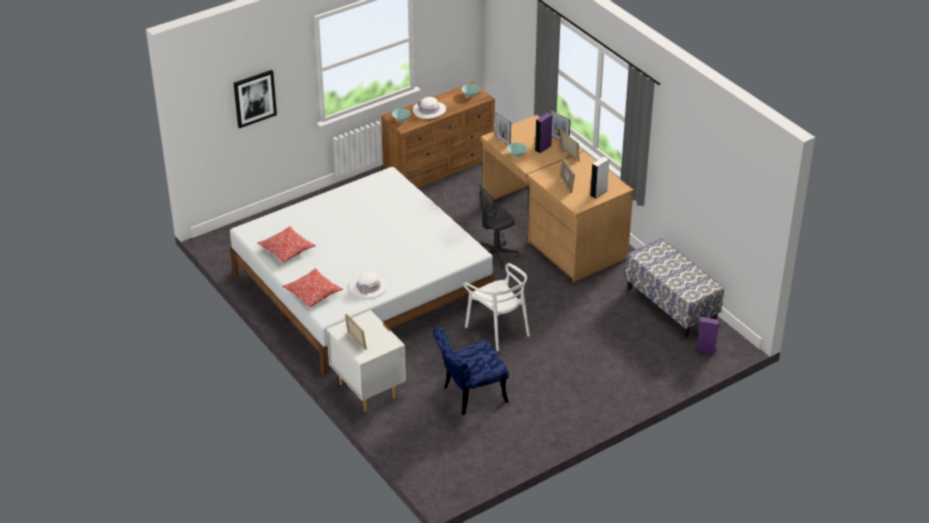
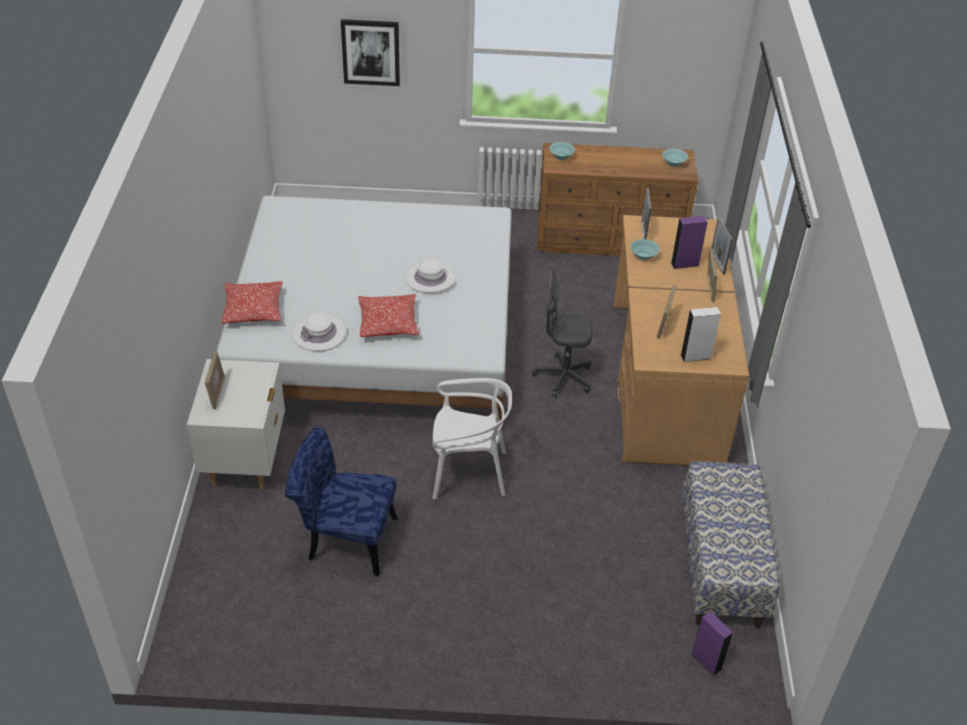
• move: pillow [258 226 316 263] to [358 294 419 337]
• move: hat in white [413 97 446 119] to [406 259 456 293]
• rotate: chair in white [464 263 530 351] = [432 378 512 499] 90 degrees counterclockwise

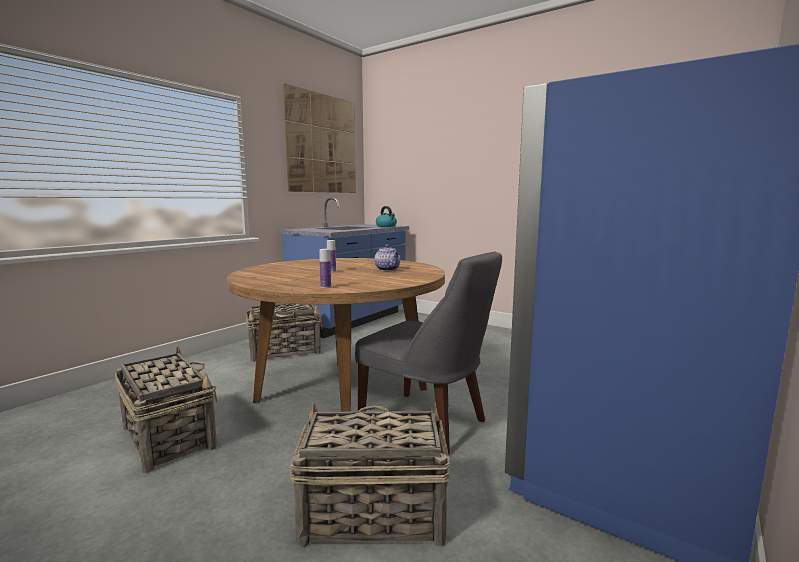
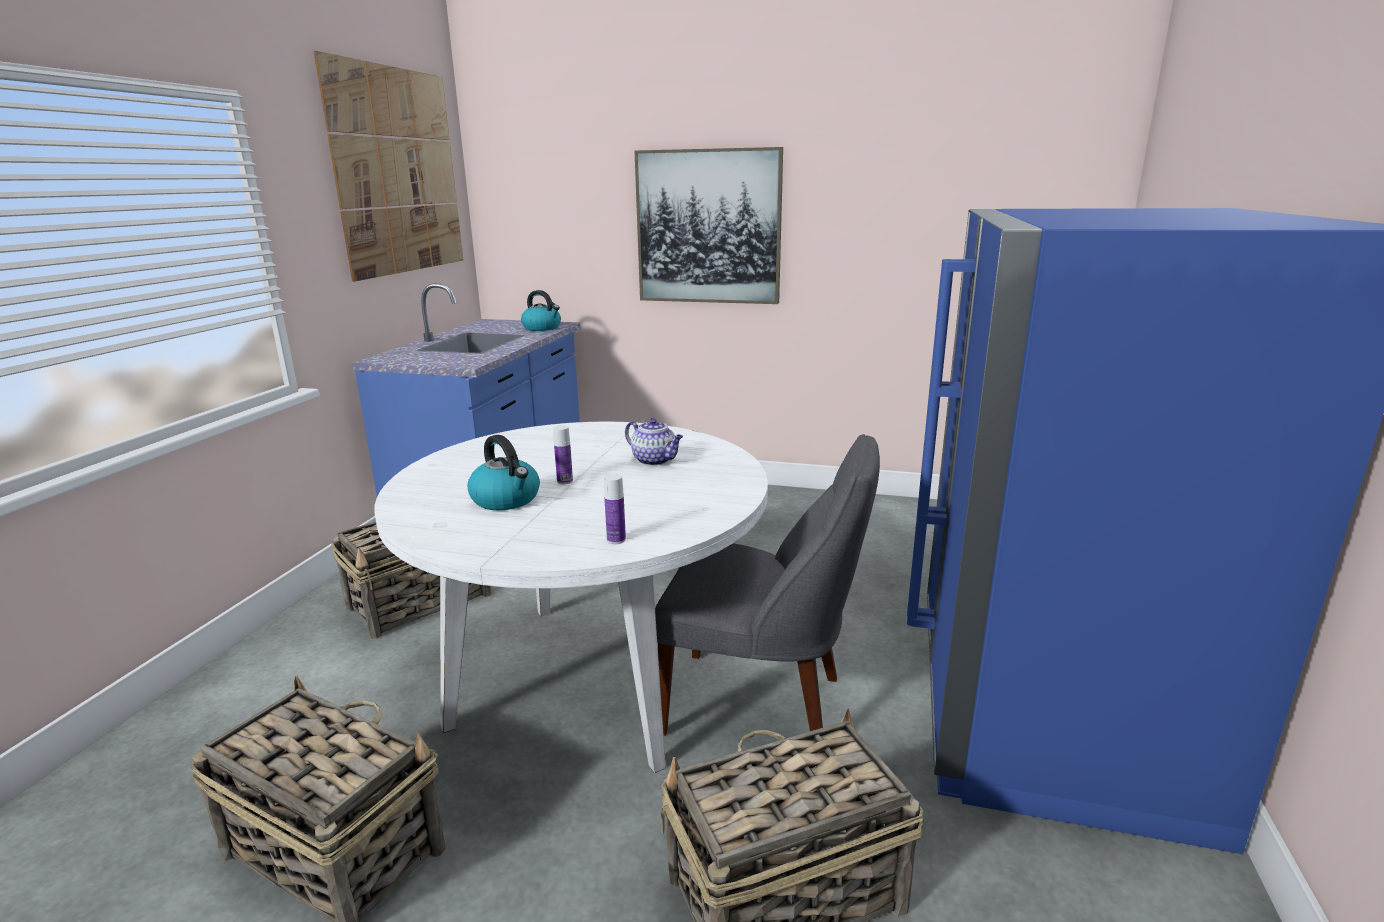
• recolor: dining table in brown [227 258 445 412] to dining table in white [375 422 768 773]
• insert: kettle [467 435 540 510]
• insert: picture [635 147 783 304]

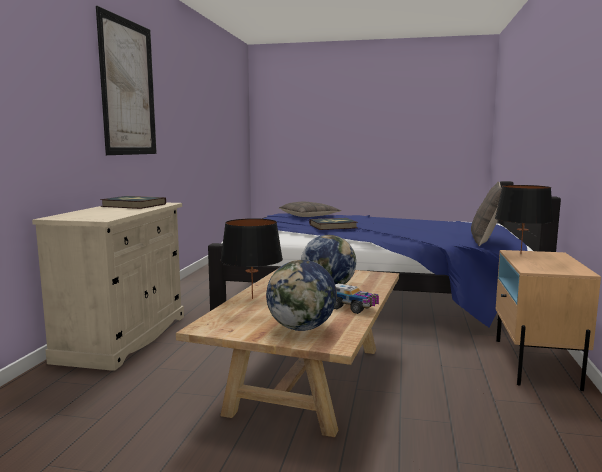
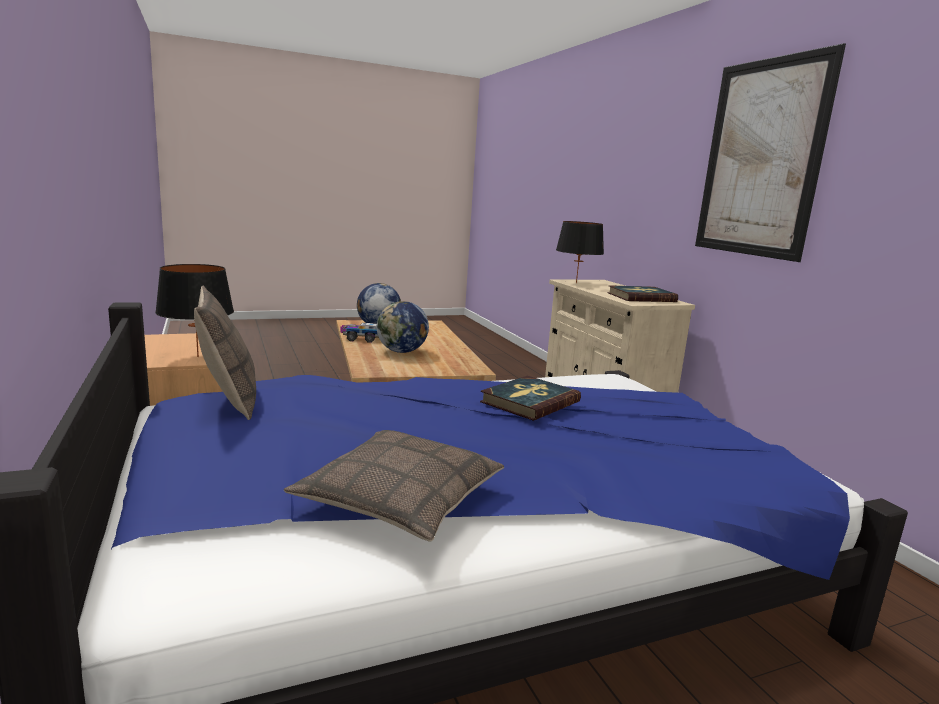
• move: table lamp in black [220 218 283 299] to [556 221 604 283]
• move: pillow [279 202 341 217] to [283 430 504 541]

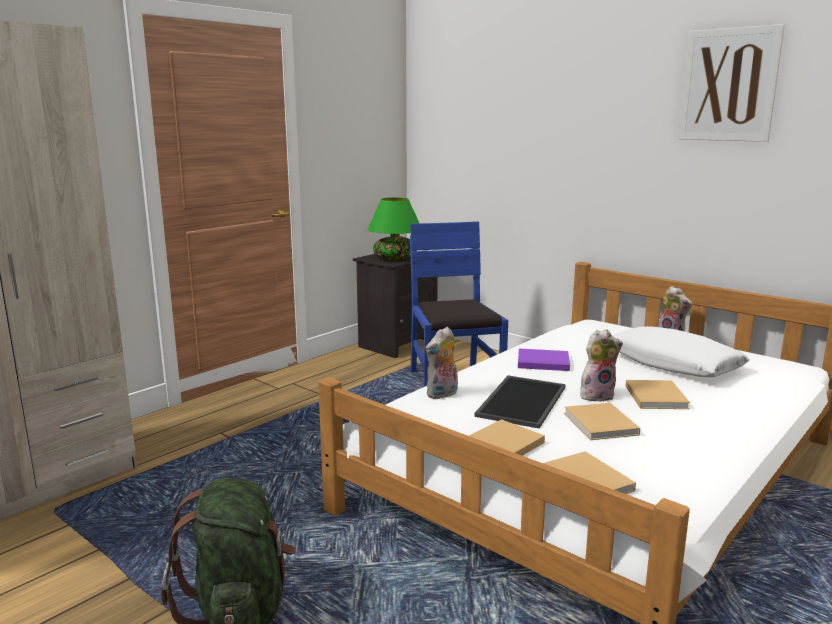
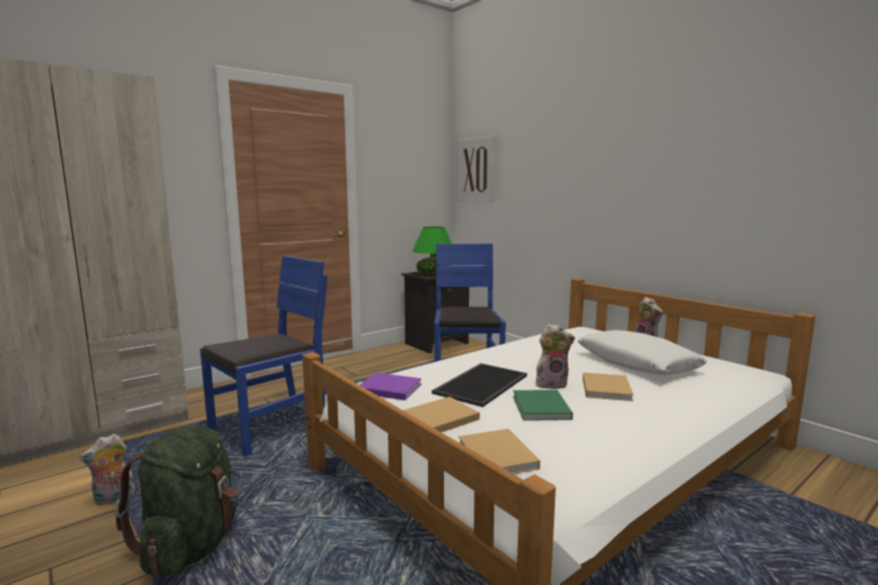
• move: plush toy [425 327 458 399] to [79 434 136 506]
• move: book in purple [518 349 570 371] to [360 373 422 400]
• recolor: book in beige [564 403 640 440] to book in green [513 390 573 421]
• move: picture [678 24 785 142] to [458 135 495 202]
• insert: chair in blue [200 255 327 457]

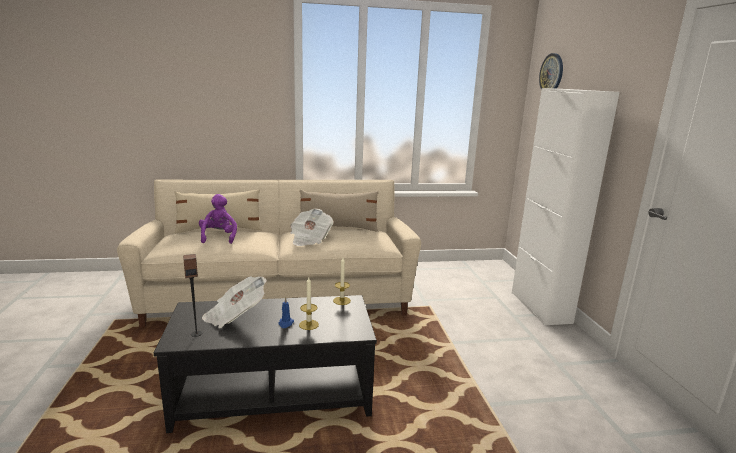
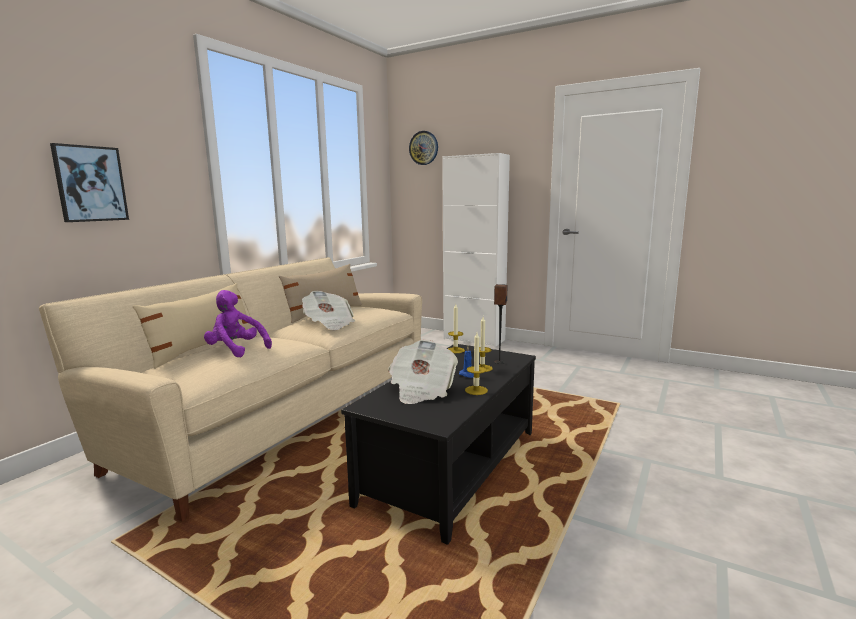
• move: speaker [183 254 202 337] to [494 284 508 364]
• insert: picture [50 143 129 222]
• insert: candle [465 333 488 395]

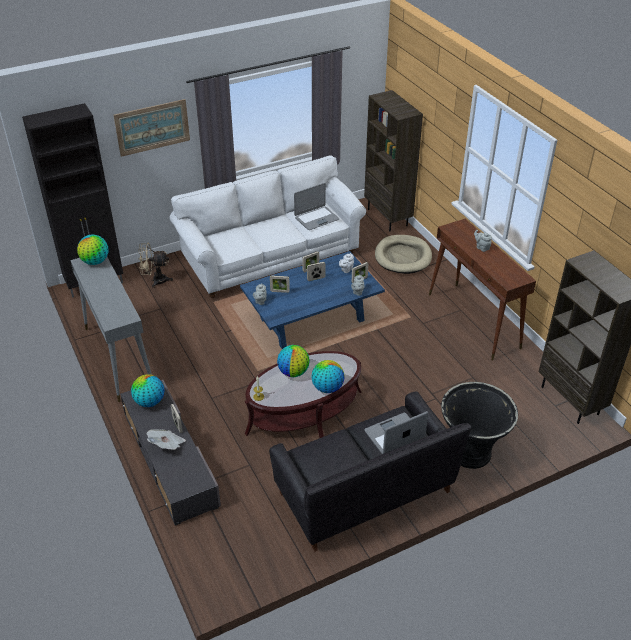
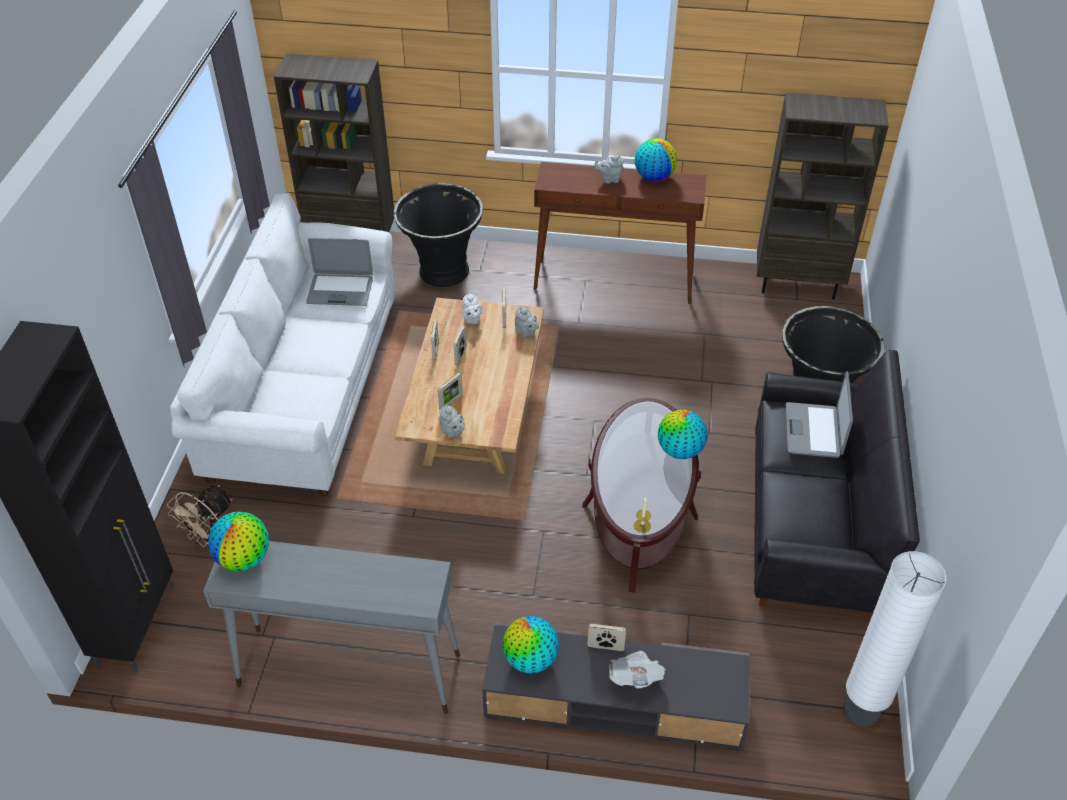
• delete: picture [113 99 190 157]
• recolor: coffee table in blue [240 251 385 349] to coffee table in beige [395 298 544 474]
• move: globe [277 345 310 377] to [635 138 677 182]
• rotate: laptop [294 183 339 230] = [306 238 373 306] 90 degrees clockwise
• replace: dog bed in beige [375 235 432 274] to planter in black [393 183 483 287]
• insert: floor lamp in white [844 551 947 727]

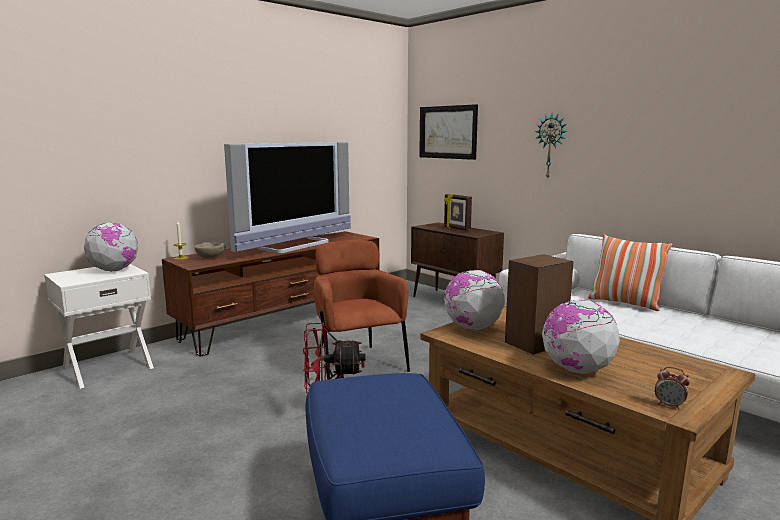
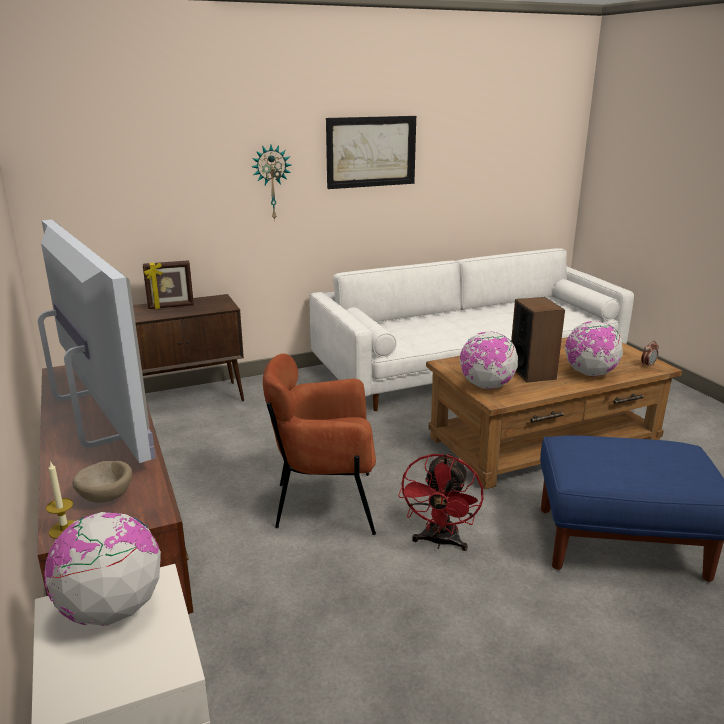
• move: picture [419 104 478 160] to [326 116 416 189]
• delete: pillow [588 234 673 311]

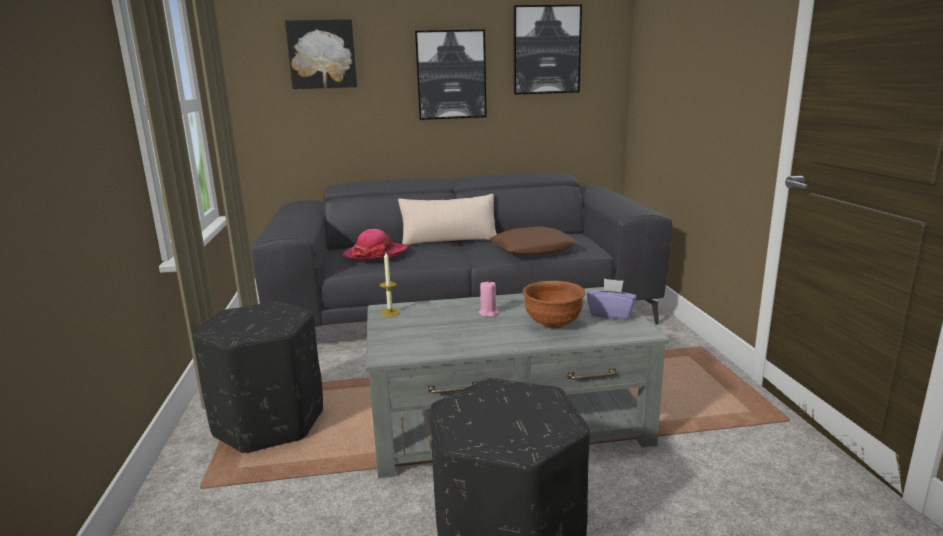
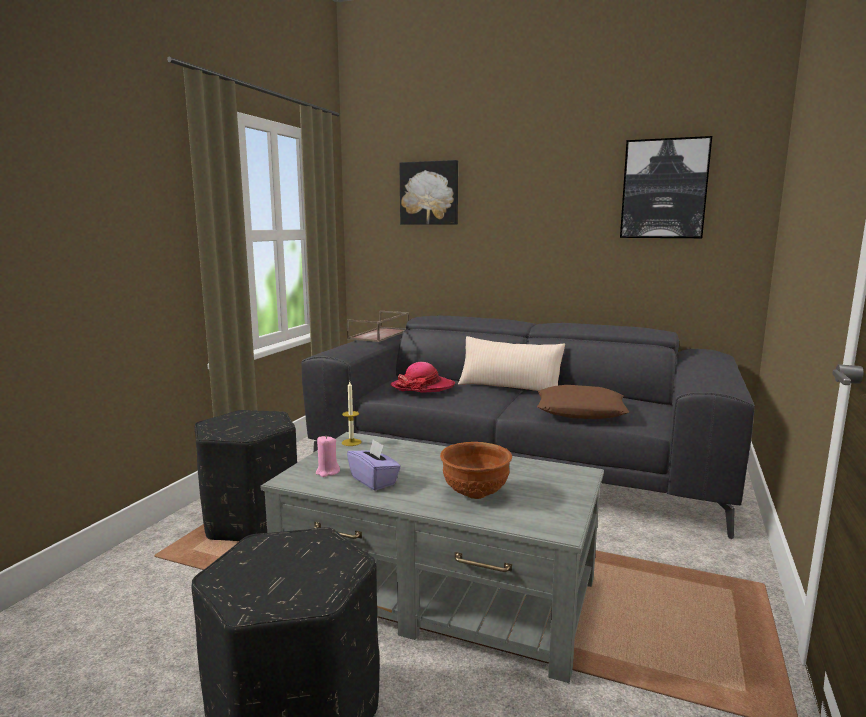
• delete: picture [415 30 487 120]
• move: candle in pink [479 280 499 317] to [316 435 340 477]
• move: tissue box in purple [587 279 637 320] to [347 439 401 491]
• insert: tray in brown [347 311 409 342]

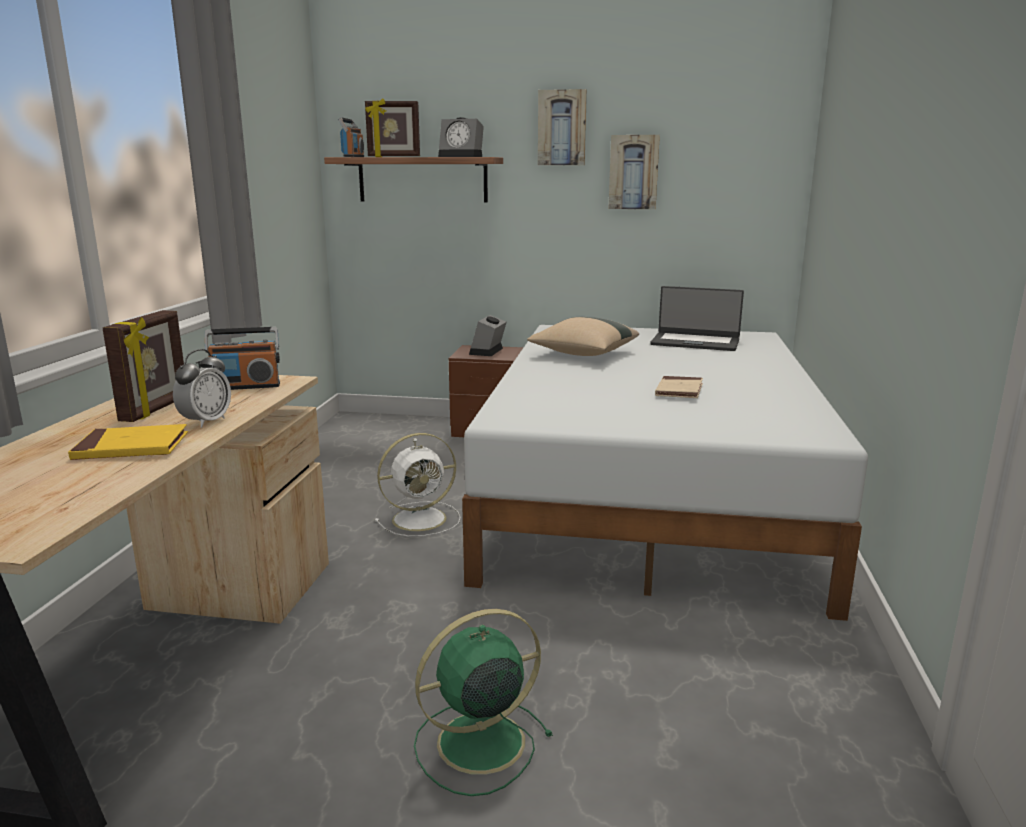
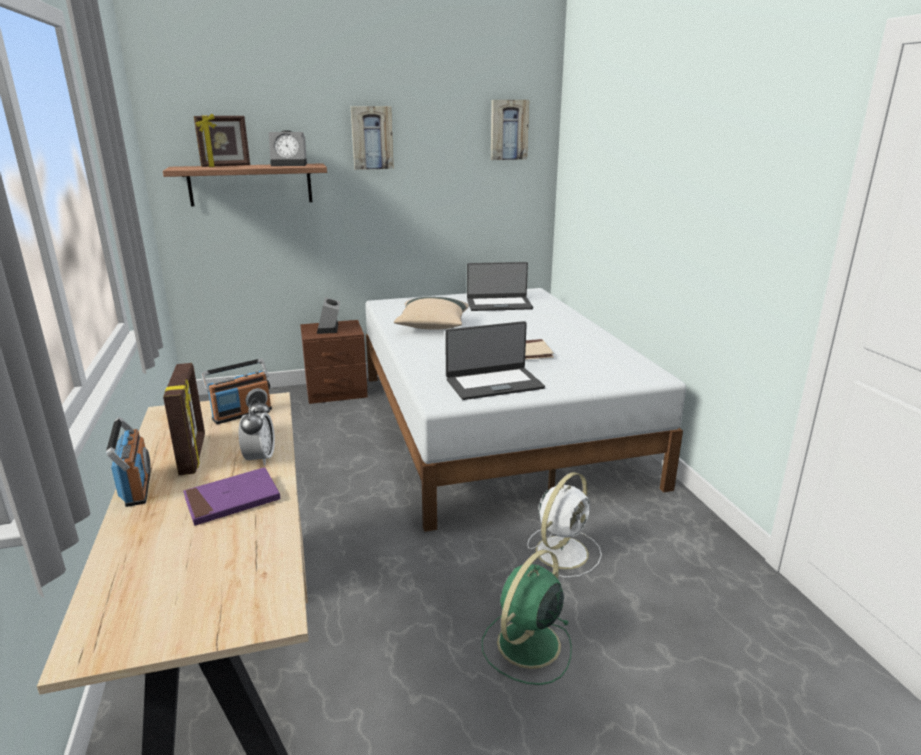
• recolor: book in yellow [68 424 188 460] to book in purple [183 467 281 526]
• move: radio [338 117 364 157] to [106 417 151 507]
• move: fan in white [375 433 461 537] to [527 472 602 578]
• move: picture [608 135 660 209] to [491 100 529 160]
• insert: laptop [445 321 545 400]

